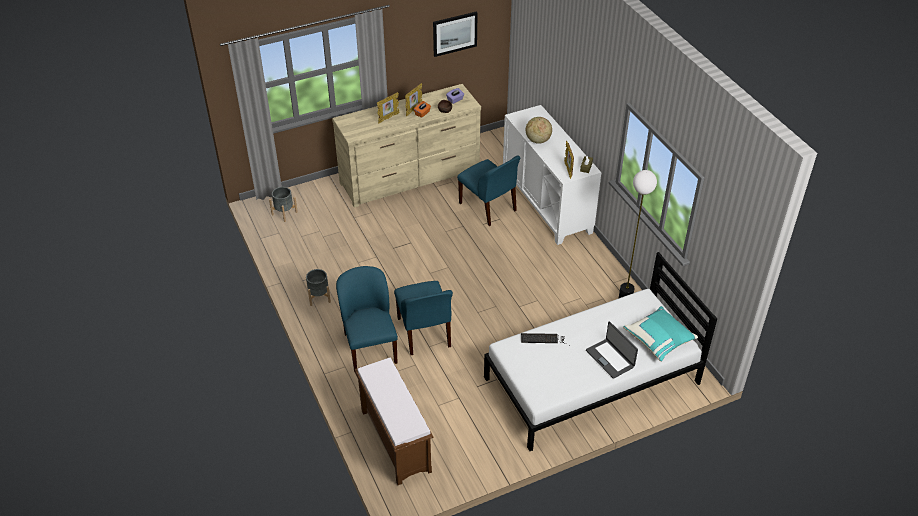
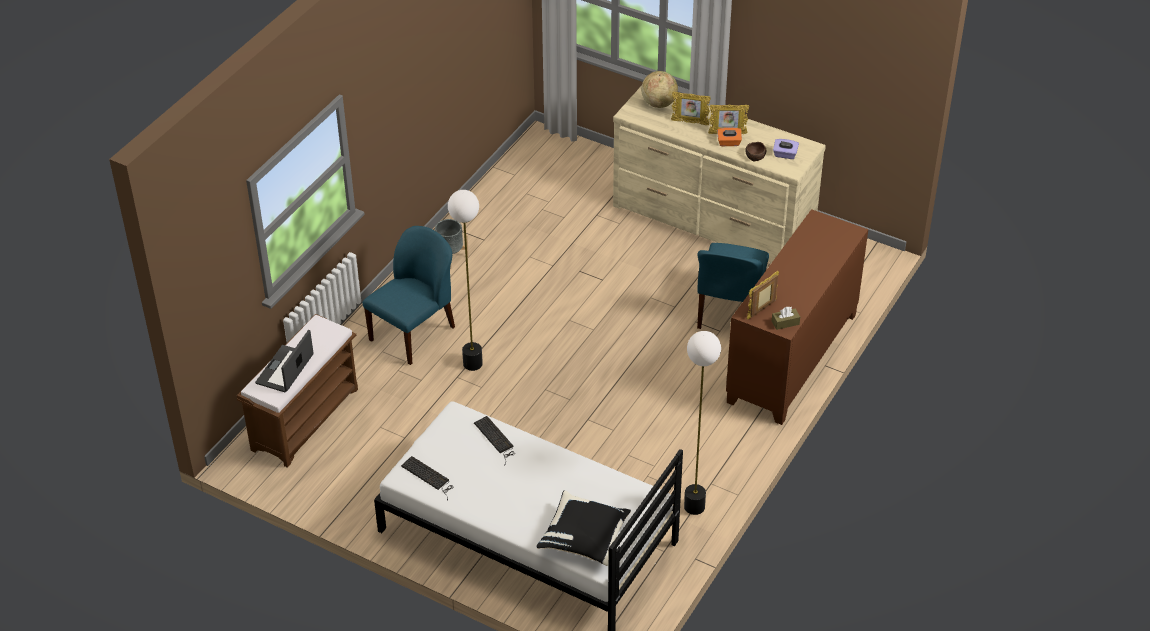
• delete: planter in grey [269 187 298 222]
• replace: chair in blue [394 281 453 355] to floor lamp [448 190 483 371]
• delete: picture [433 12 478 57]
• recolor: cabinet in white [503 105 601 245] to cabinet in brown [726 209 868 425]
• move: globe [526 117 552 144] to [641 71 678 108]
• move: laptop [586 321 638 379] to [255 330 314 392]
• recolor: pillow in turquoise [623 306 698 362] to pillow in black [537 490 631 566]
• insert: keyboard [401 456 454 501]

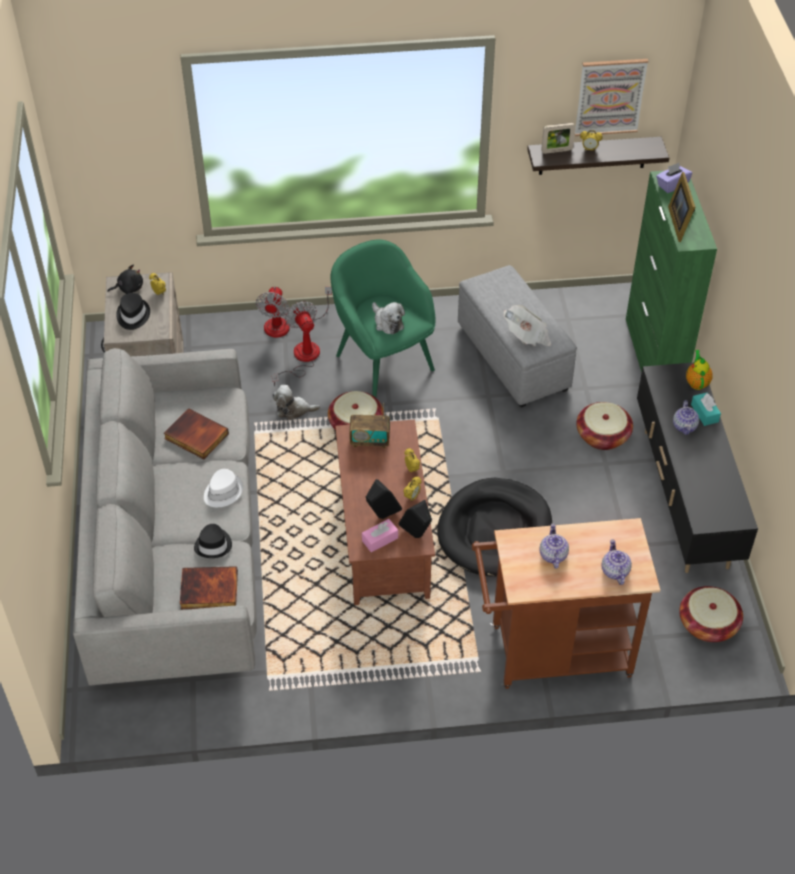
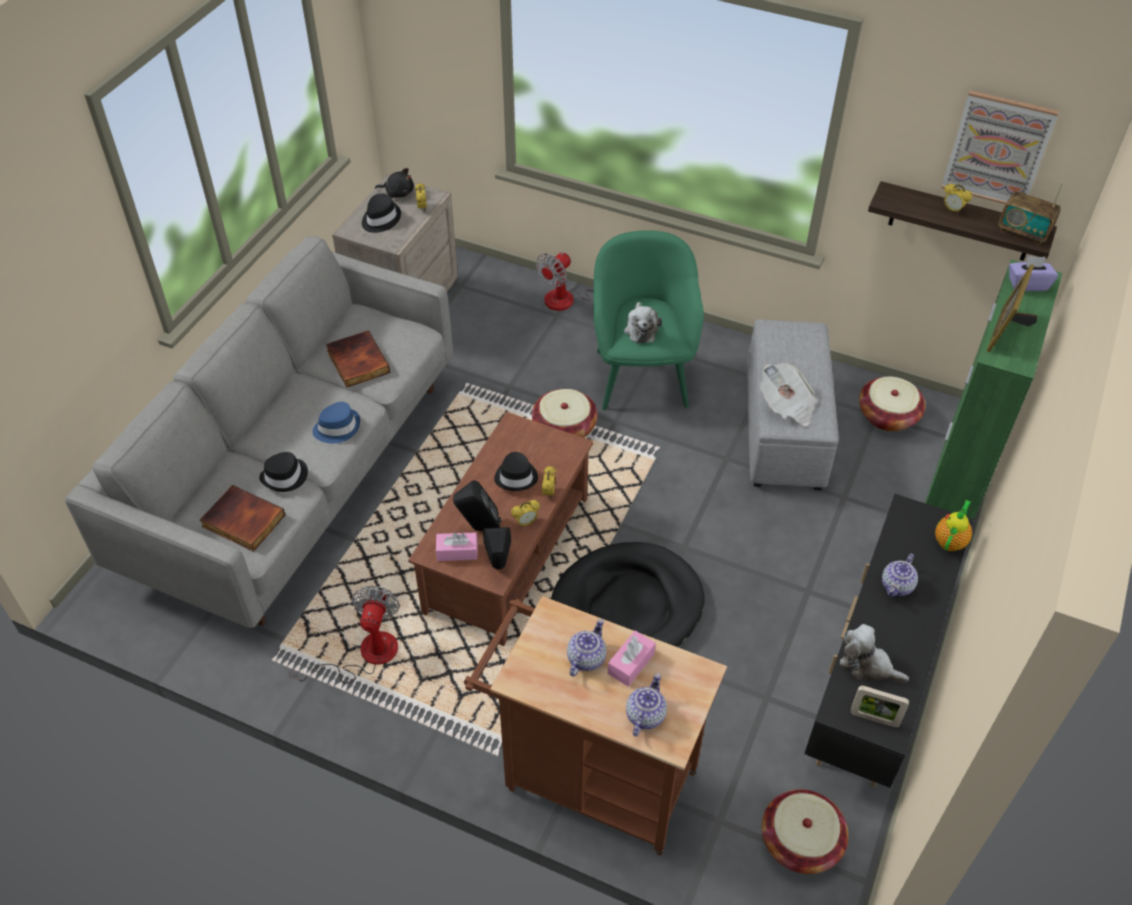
• recolor: hat in white [204 469 243 507] to hat in blue [312 402 360 443]
• move: fan [272 301 320 387] to [288 586 400 684]
• move: plush toy [273 385 321 420] to [840 624 909 682]
• move: radio [349 403 390 448] to [999 182 1063 245]
• move: picture frame [541 123 575 154] to [850 686 909 727]
• move: basket [576 402 633 450] to [859 377 926 432]
• delete: tissue box in turquoise [691 392 721 426]
• insert: hat in black [494 452 538 491]
• insert: tissue box in pink [608 631 656 687]

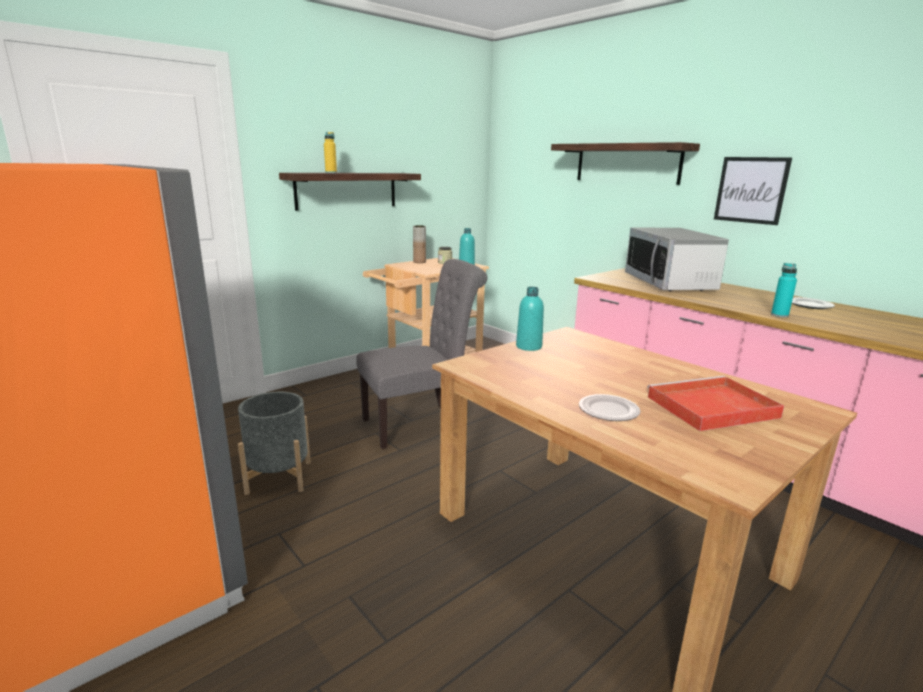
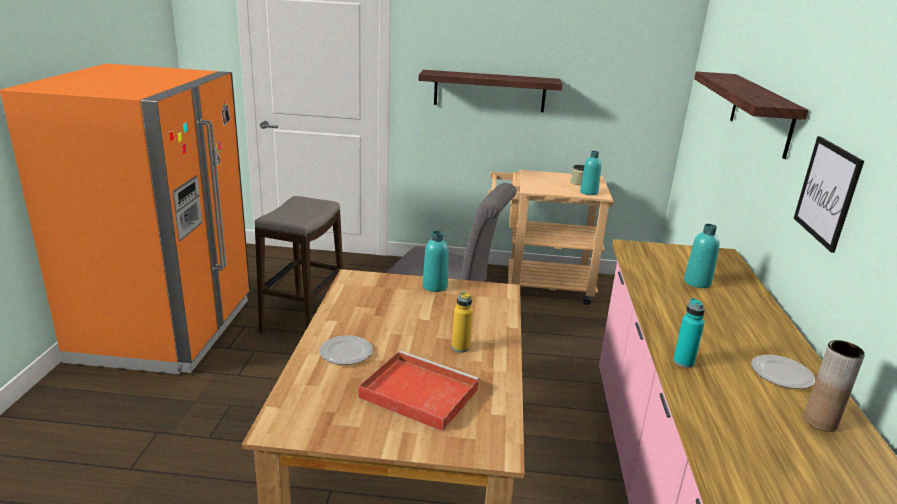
• replace: planter in grey [238 392 311 495] to stool [255 196 343 332]
• move: bottle in yellow [324 132 337 173] to [452 292 473 353]
• move: vase in brown [413 225 426 263] to [804 340 865 432]
• replace: microwave [625 227 729 291] to bottle in turquoise [684 224 720 288]

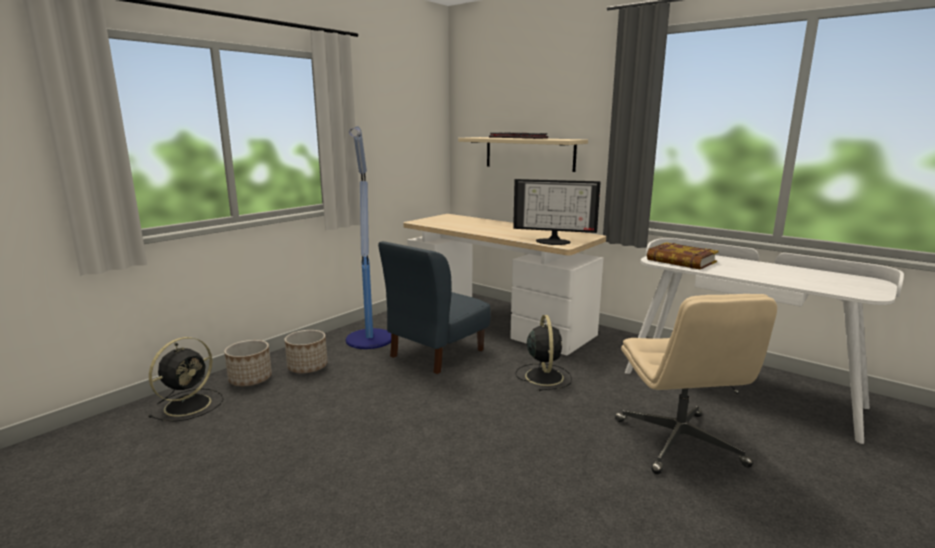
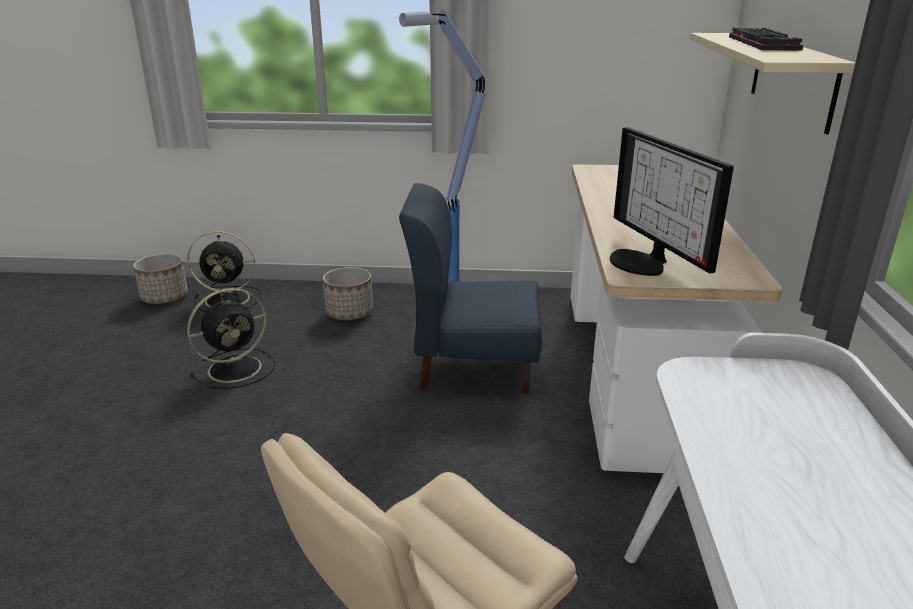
• move: planter [224 340 272 386] to [133 254 188 304]
• move: fan in black [515 315 572 391] to [187 288 275 389]
• delete: book [647 242 719 270]

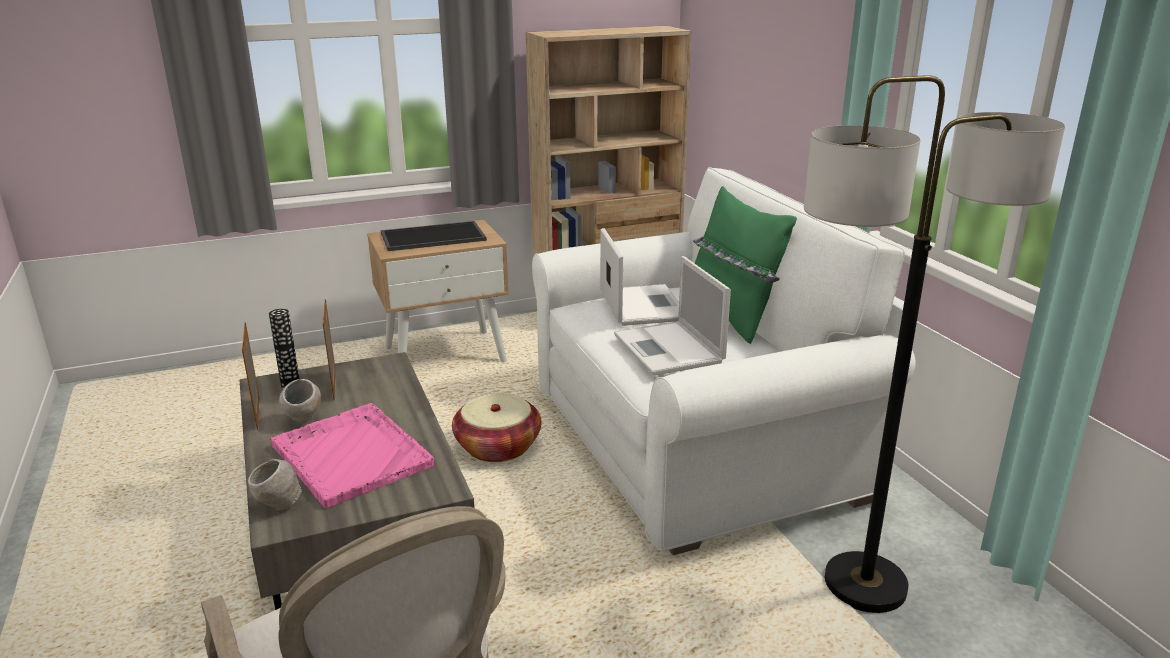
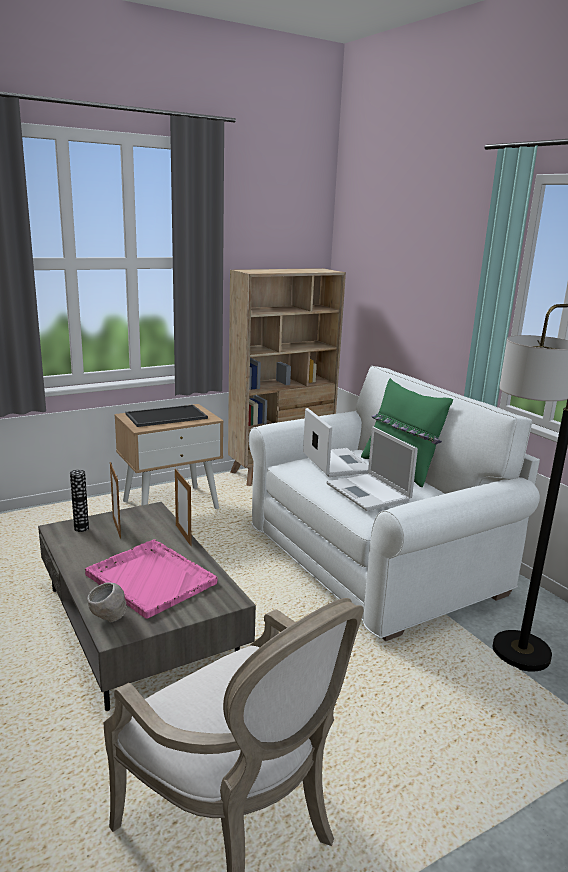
• move: picture frame [242 322 260 430] to [175 468 192 546]
• delete: bowl in grey [279 379 321 422]
• delete: basket [452 393 541 462]

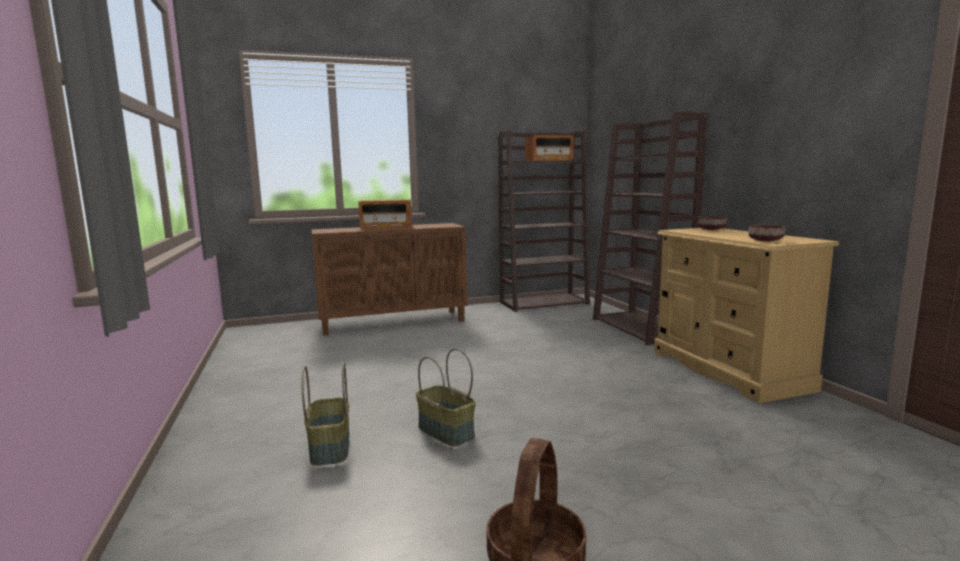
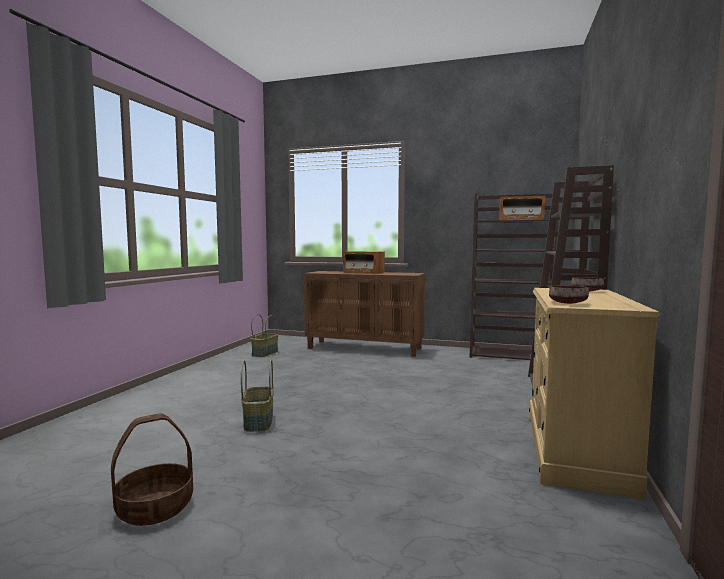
• move: basket [301 362 349 466] to [251 314 278 357]

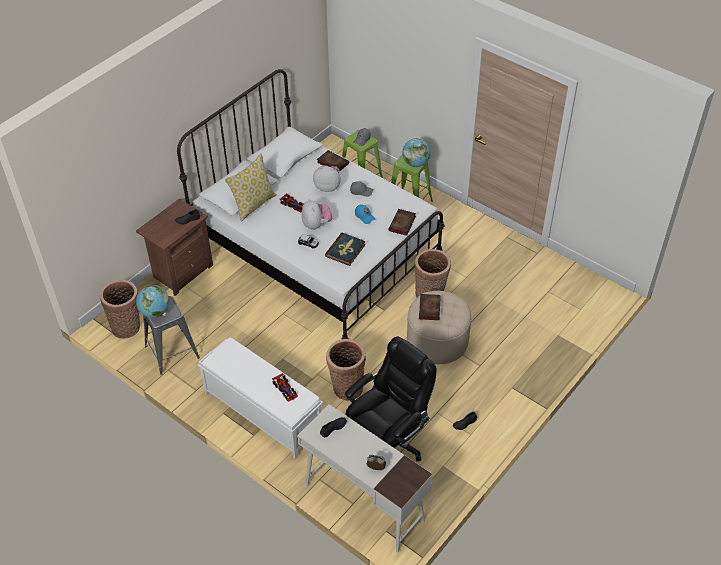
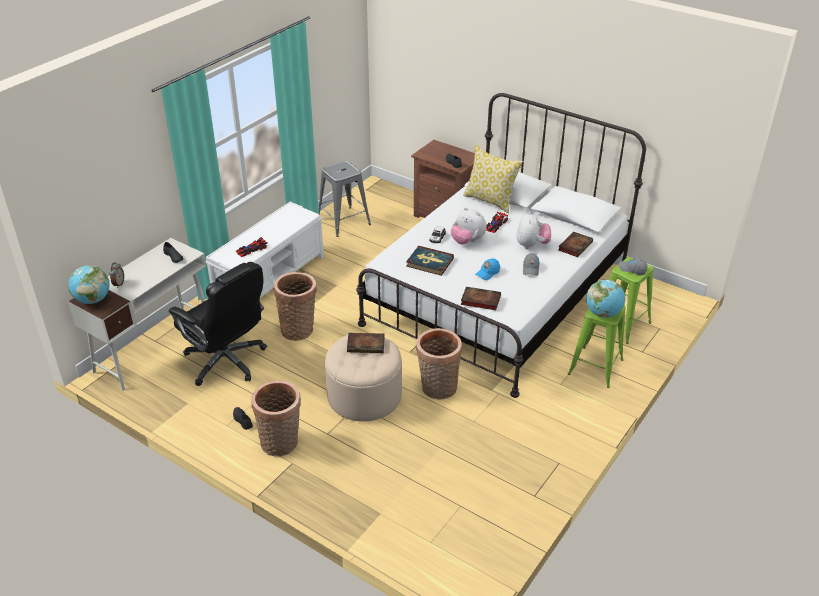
• move: basket [100 280 140 339] to [251 380 301 457]
• move: globe [136 285 169 318] to [68 265 109 304]
• rotate: plush toy [302 199 333 230] = [451 207 486 244] 60 degrees clockwise

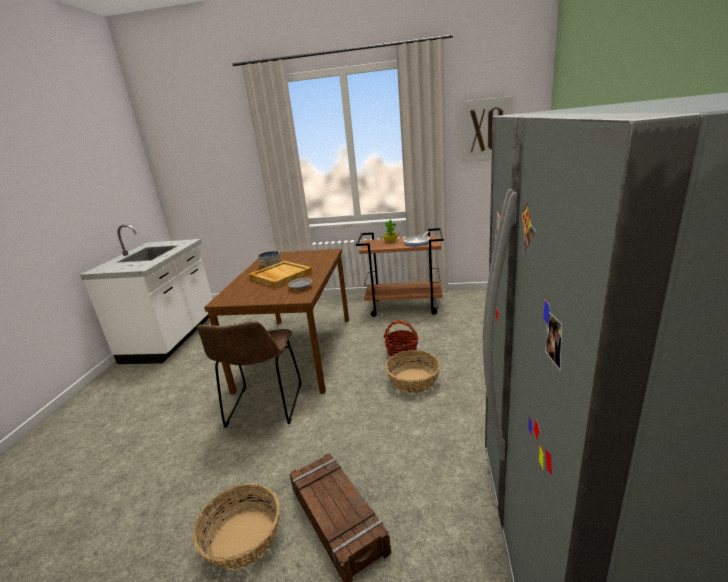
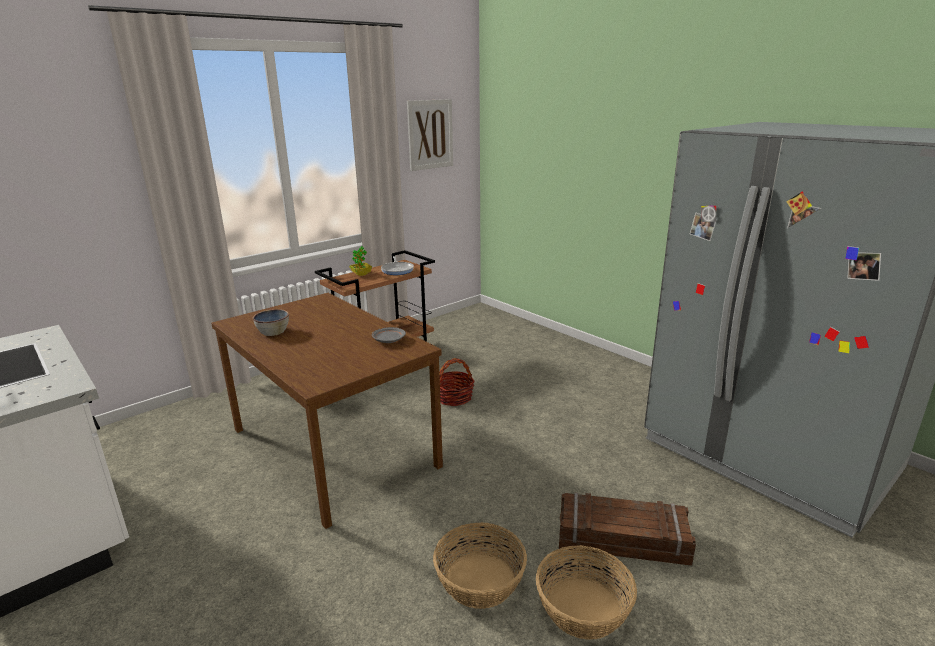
• delete: chair in brown [197 321 302 428]
• delete: tray in beige [249 261 312 288]
• move: basket [385 350 441 393] to [433 522 527 609]

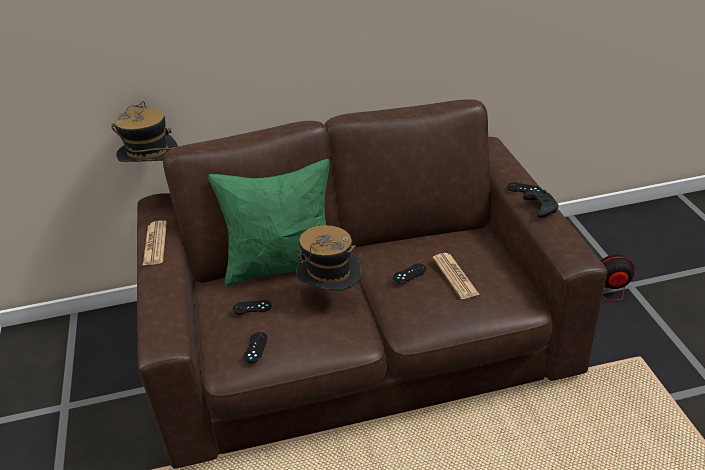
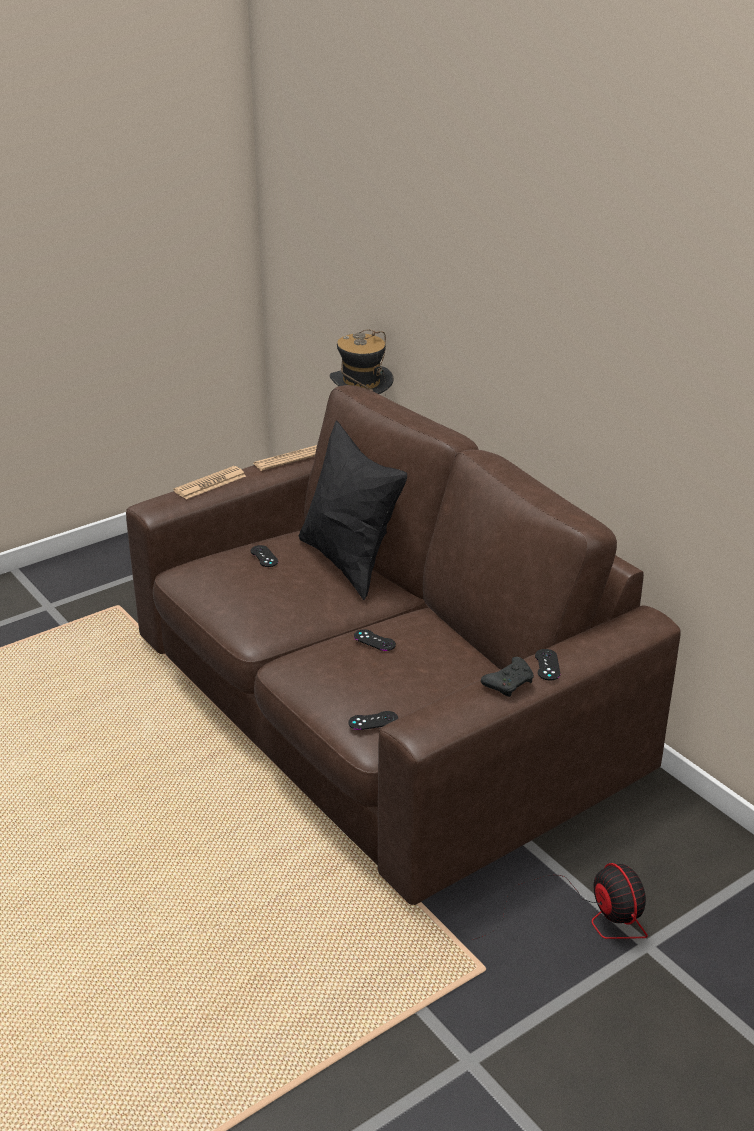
• recolor: pillow in green [209 159 330 287] to pillow in black [299 420 407 600]
• move: game controller in black [243 332 268 363] to [348 711 398 730]
• delete: hat [296 225 361 295]
• move: newspaper [433 253 480 299] to [173 466 246 499]

